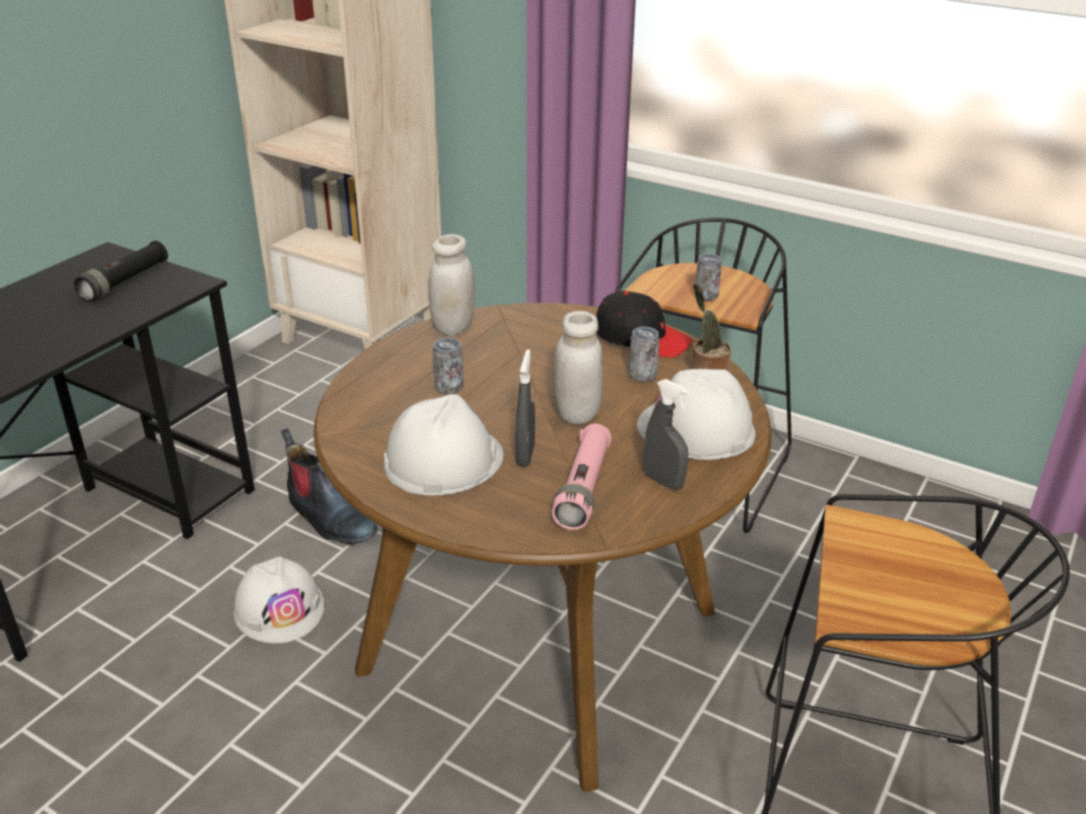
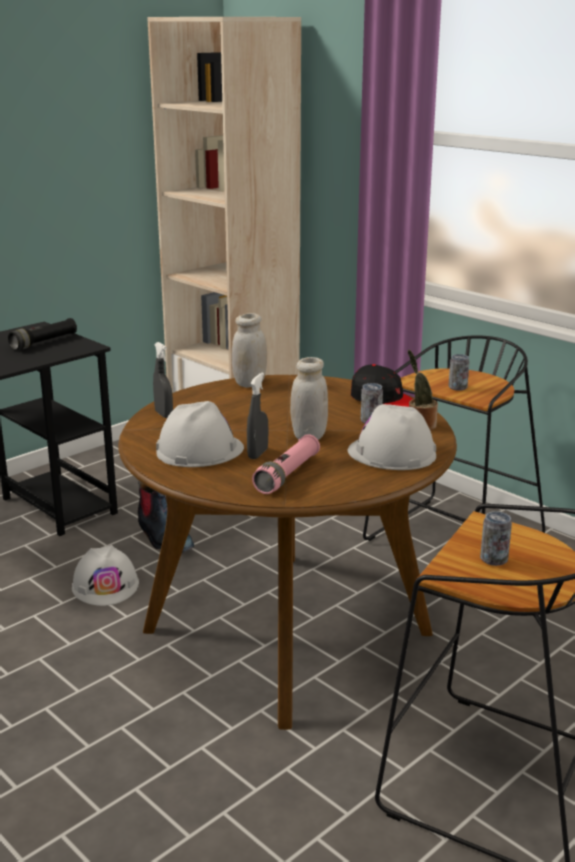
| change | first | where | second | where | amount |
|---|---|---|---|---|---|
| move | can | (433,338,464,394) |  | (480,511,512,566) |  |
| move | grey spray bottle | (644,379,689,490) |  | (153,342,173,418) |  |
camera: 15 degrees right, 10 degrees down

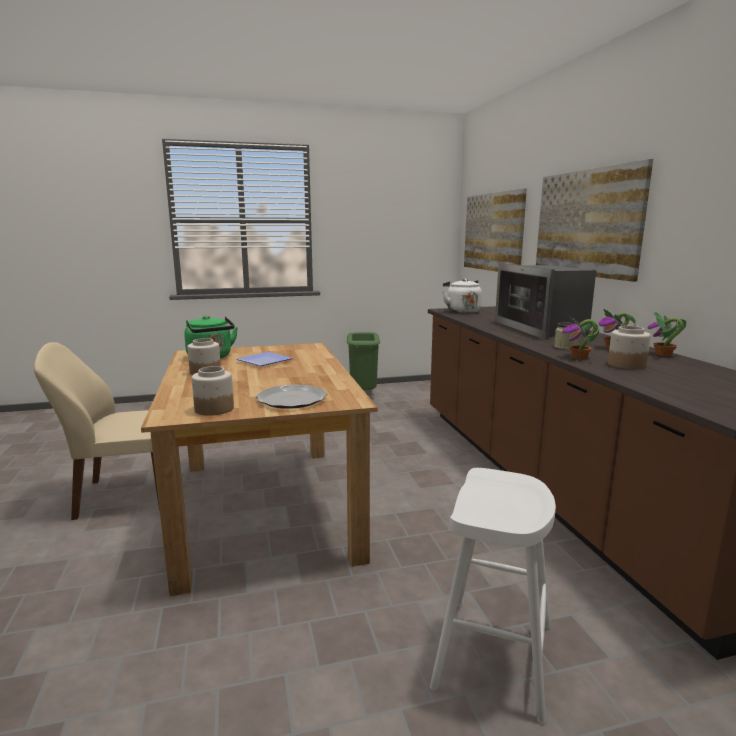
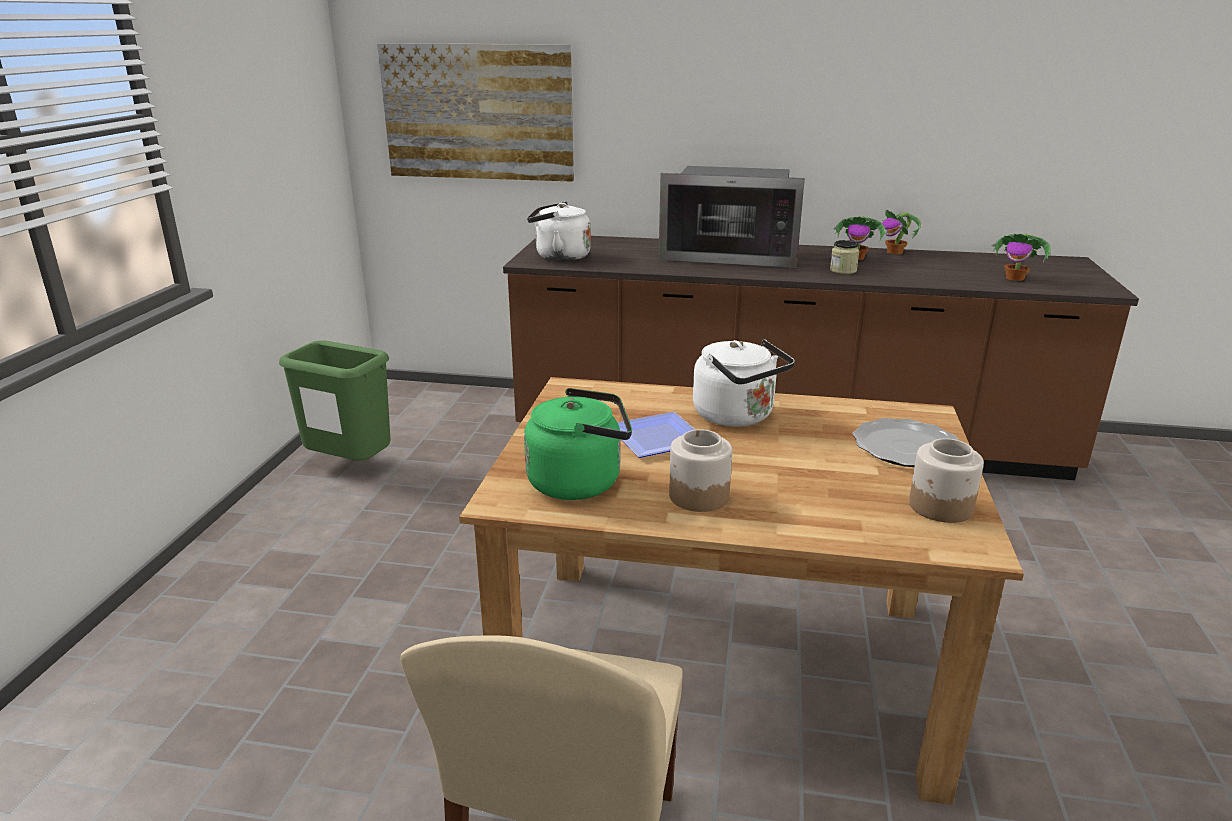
| change | first | where | second | where | amount |
|---|---|---|---|---|---|
| delete | white stool | (430,468,556,724) |  |  |  |
| delete | picture | (536,159,653,282) |  |  |  |
| move | potted plant | (563,315,599,359) |  | (991,234,1051,281) |  |
| delete | jar | (608,326,651,370) |  |  |  |
| insert |  |  | white kettle | (693,339,795,427) |  |
camera: 65 degrees left, 10 degrees up

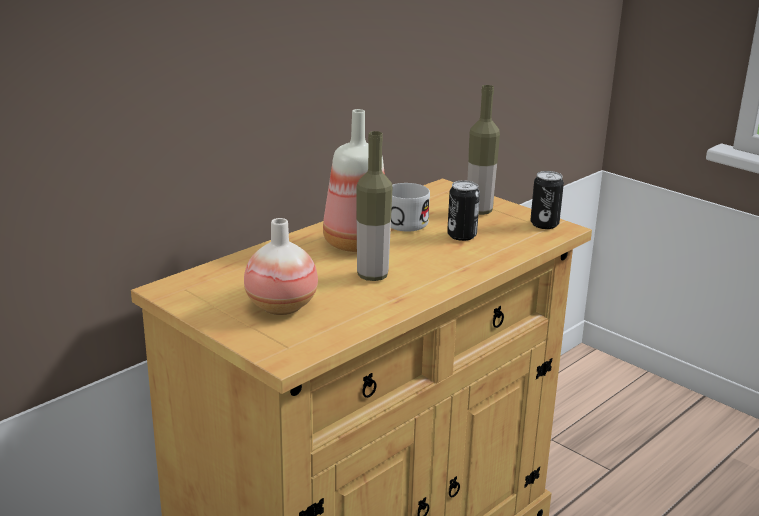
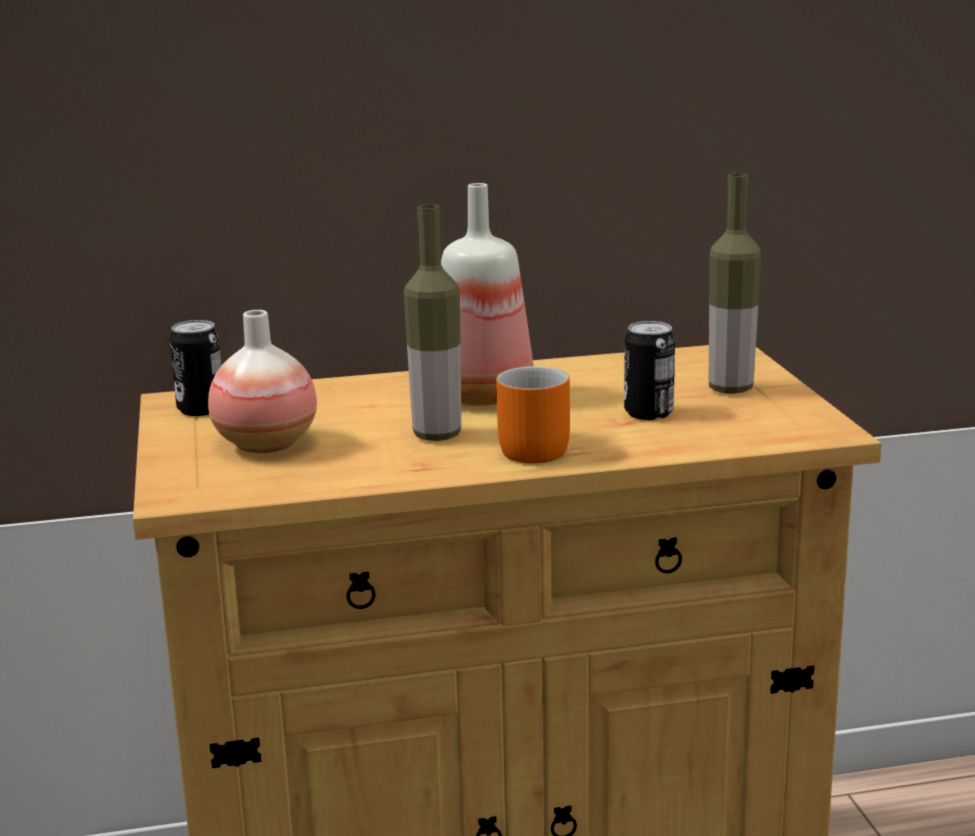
| change | first | where | second | where | amount |
|---|---|---|---|---|---|
| delete | white mug | (391,183,430,232) |  |  |  |
| move | can | (530,171,564,229) |  | (169,320,222,416) |  |
| insert |  |  | orange mug | (496,366,570,463) |  |
camera: 35 degrees right, 5 degrees down

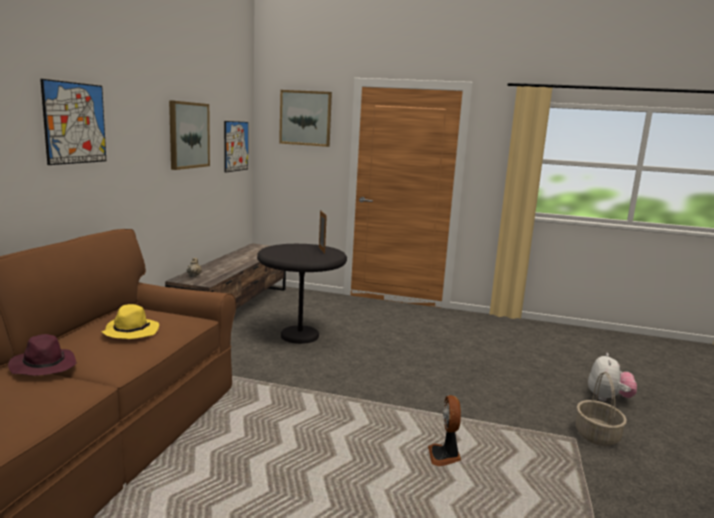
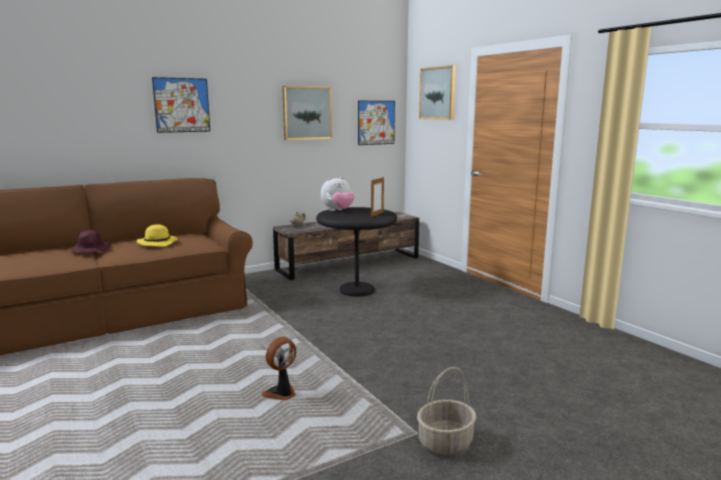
| change | first | where | second | where | amount |
|---|---|---|---|---|---|
| move | plush toy | (588,353,637,401) |  | (321,177,354,211) |  |
camera: 45 degrees right, 0 degrees up

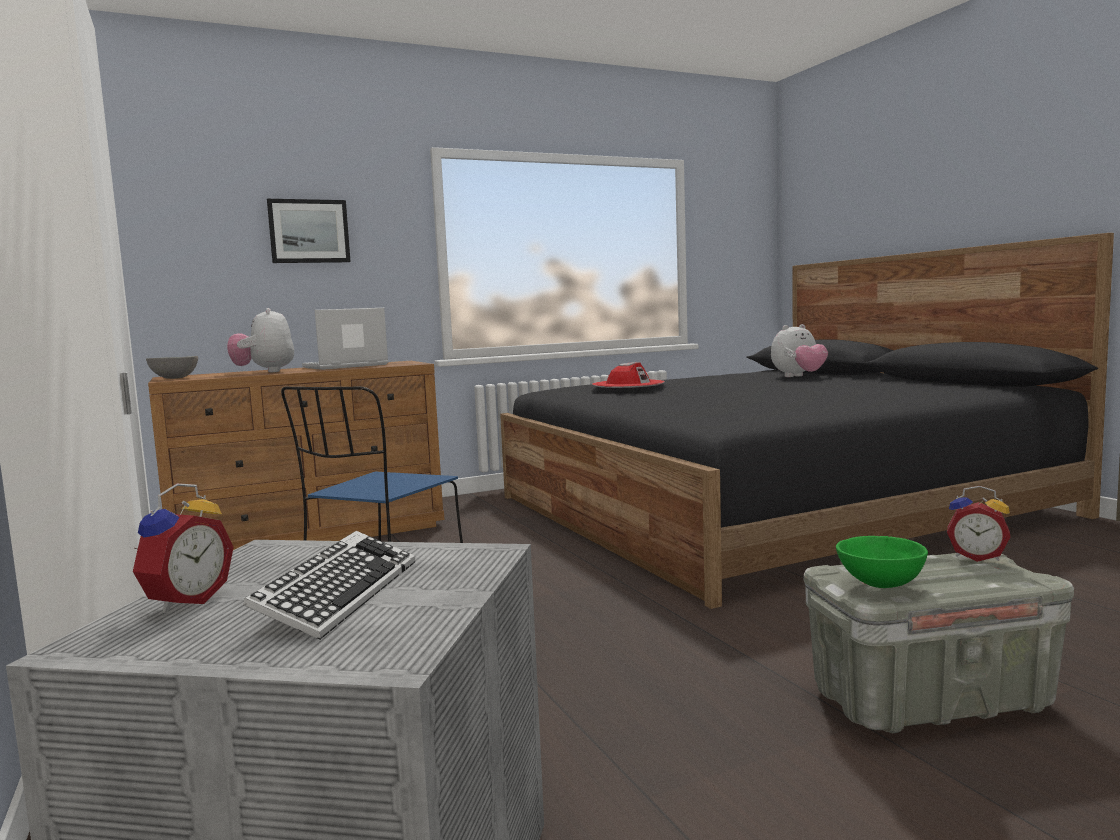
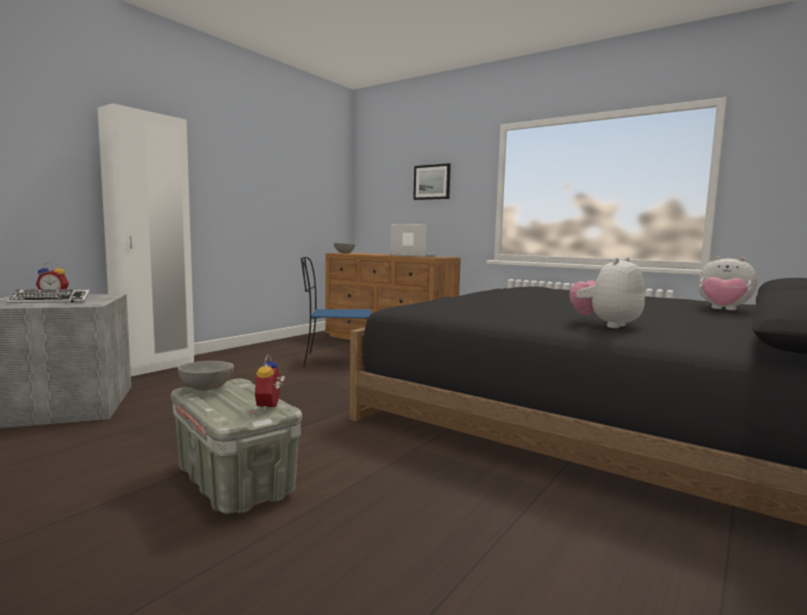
| change | first | where | second | where | amount |
|---|---|---|---|---|---|
| move | plush toy | (227,308,294,372) |  | (570,257,645,328) |  |
| delete | red hat | (592,362,665,388) |  |  |  |
| recolor | green bowl | (836,536,928,588) | grey bowl | (178,361,234,391) |  |
camera: 60 degrees right, 0 degrees up

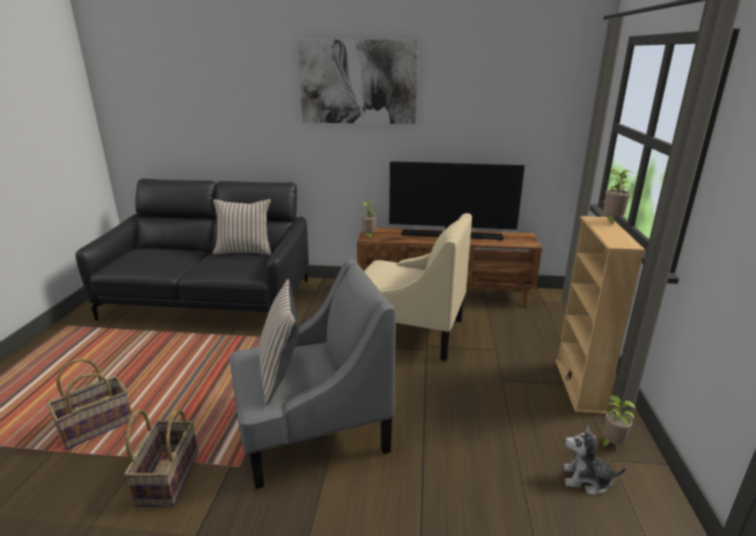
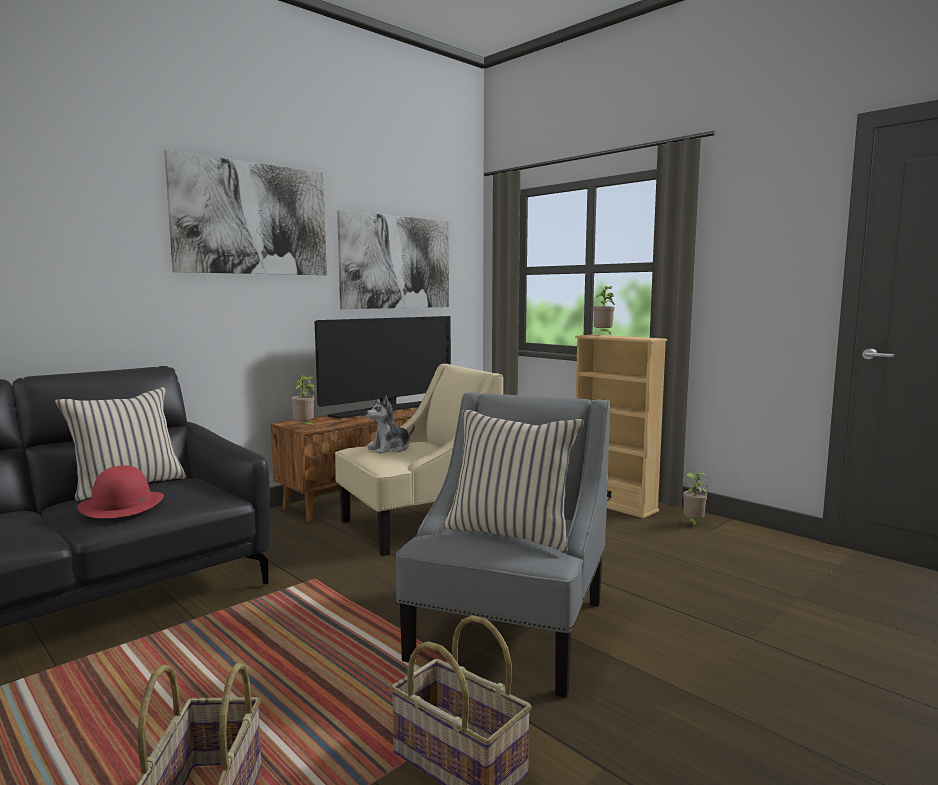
| change | first | where | second | where | amount |
|---|---|---|---|---|---|
| move | plush toy | (563,424,626,495) |  | (366,395,415,454) |  |
| insert |  |  | red hat | (77,465,164,518) |  |
| insert |  |  | picture | (337,210,449,309) |  |
camera: 50 degrees left, 15 degrees down

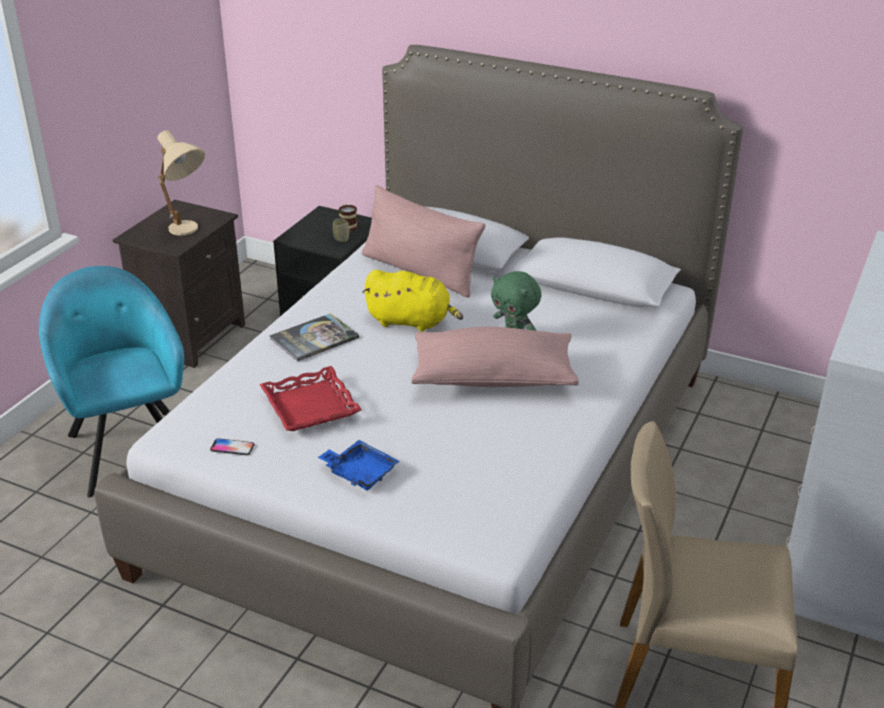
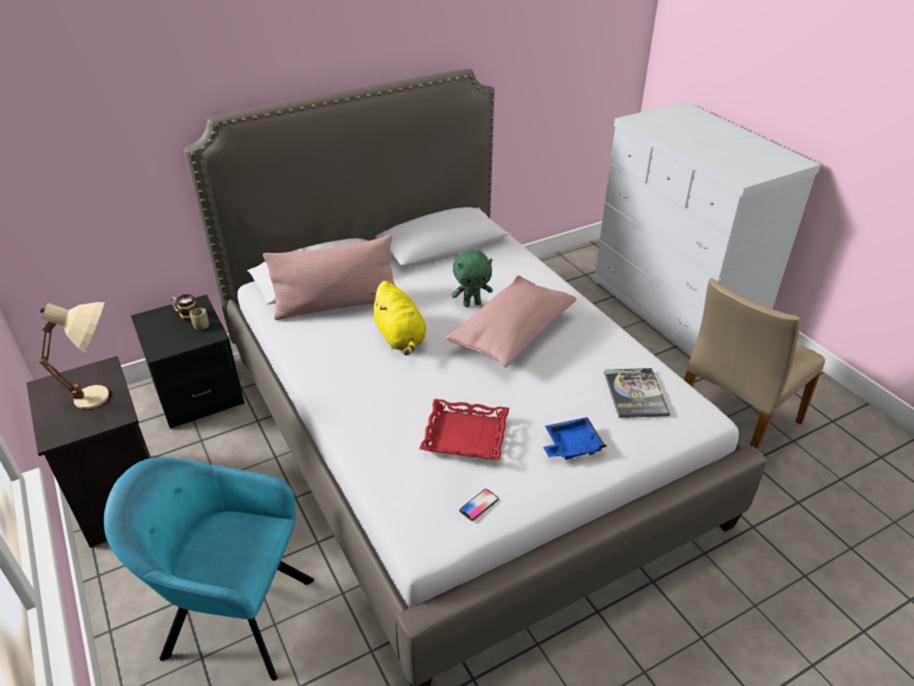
| change | first | where | second | where | amount |
|---|---|---|---|---|---|
| move | book | (269,313,359,362) |  | (604,368,670,418) |  |
| rotate | yellow plush toy | (362,270,463,332) |  | (370,281,426,356) | 105 degrees clockwise |
camera: 55 degrees left, 5 degrees up

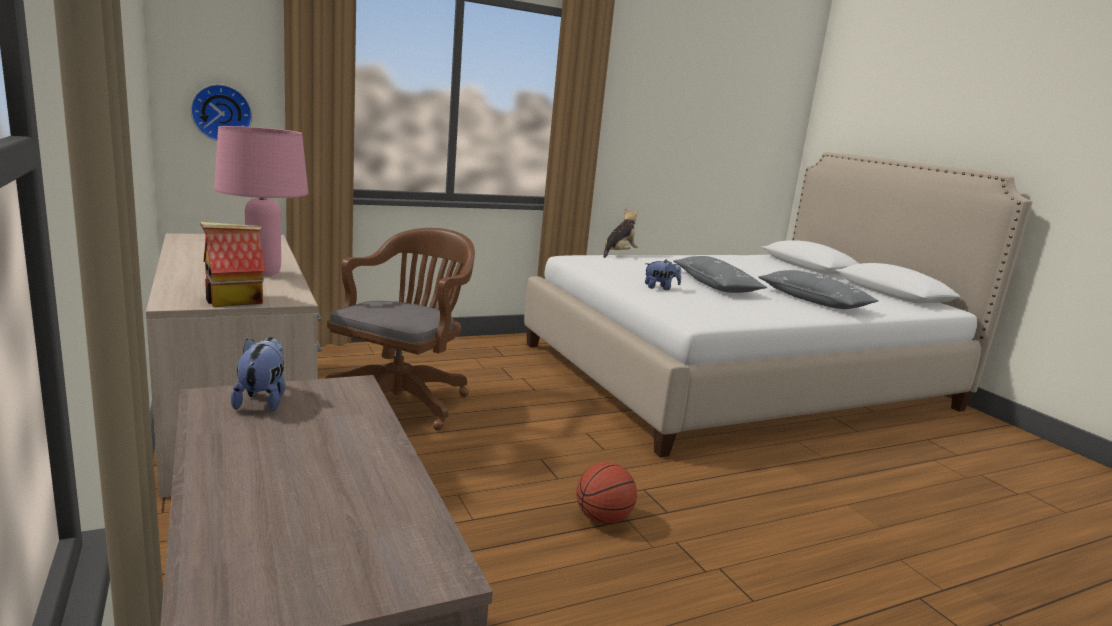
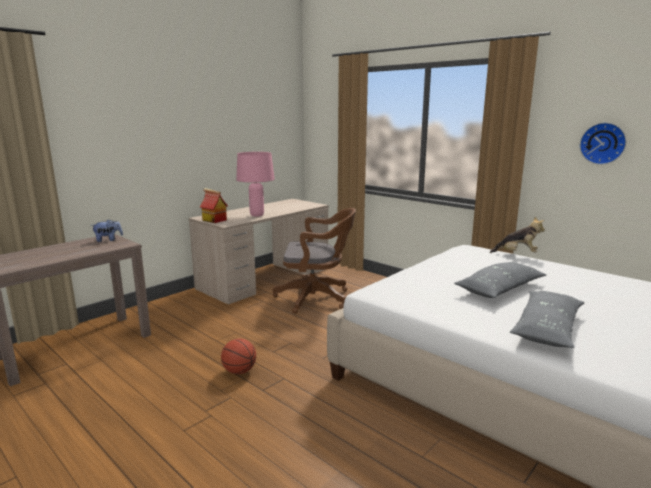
| change | first | where | second | where | amount |
|---|---|---|---|---|---|
| move | wall clock | (190,84,252,141) |  | (580,123,626,165) |  |
| delete | plush toy | (645,260,681,290) |  |  |  |
camera: 70 degrees right, 0 degrees up

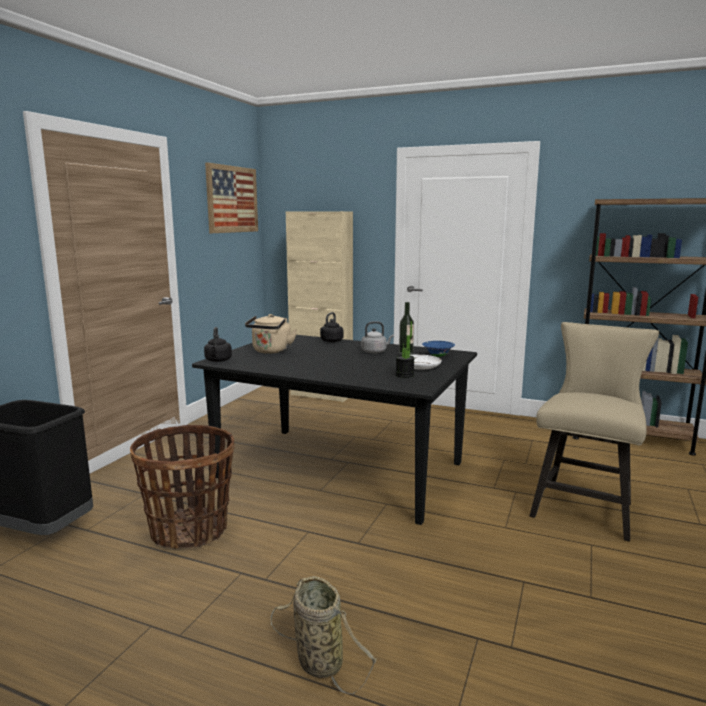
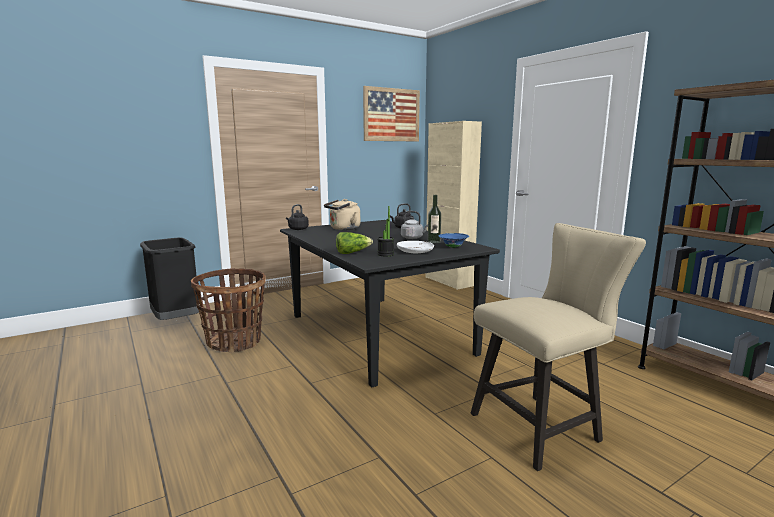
| change | first | where | second | where | amount |
|---|---|---|---|---|---|
| delete | basket | (271,576,377,694) |  |  |  |
| insert |  |  | lettuce | (336,232,373,254) |  |
camera: 35 degrees right, 0 degrees up

